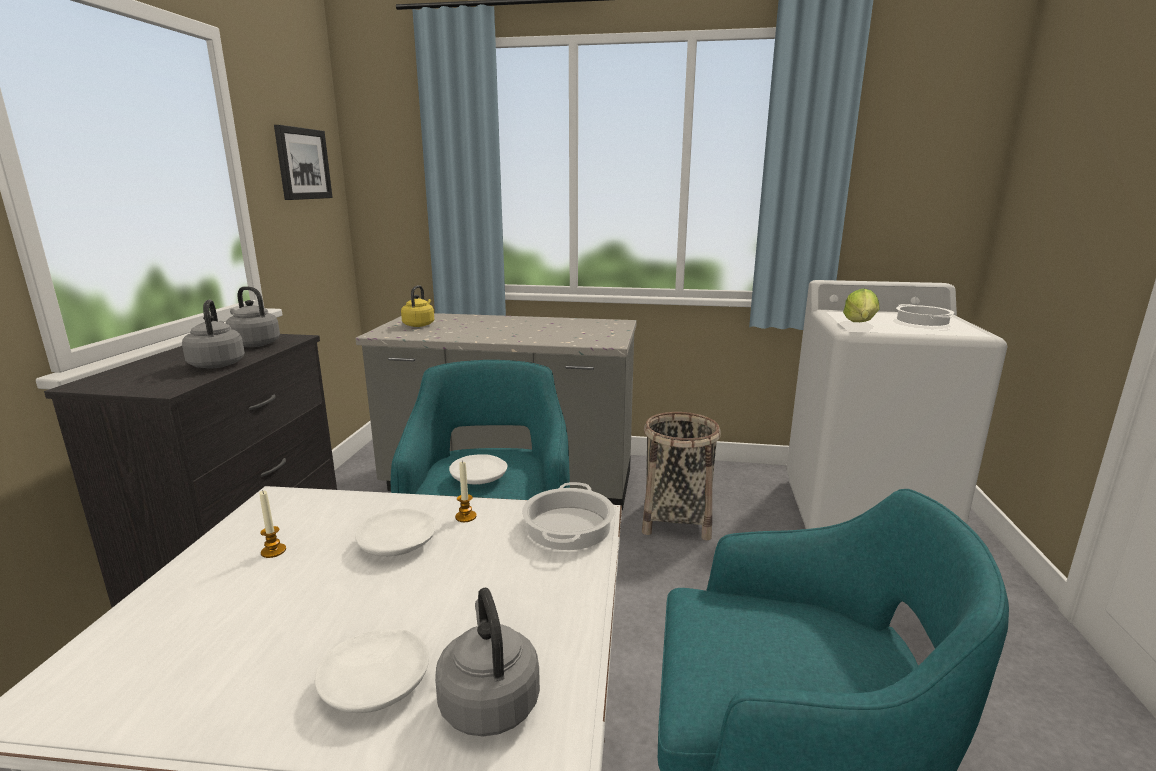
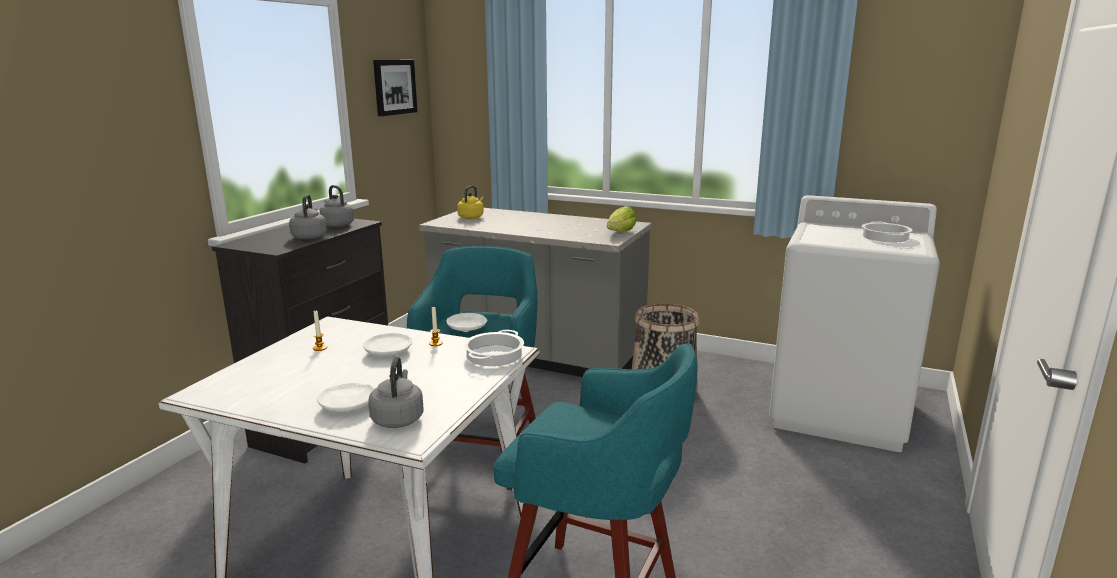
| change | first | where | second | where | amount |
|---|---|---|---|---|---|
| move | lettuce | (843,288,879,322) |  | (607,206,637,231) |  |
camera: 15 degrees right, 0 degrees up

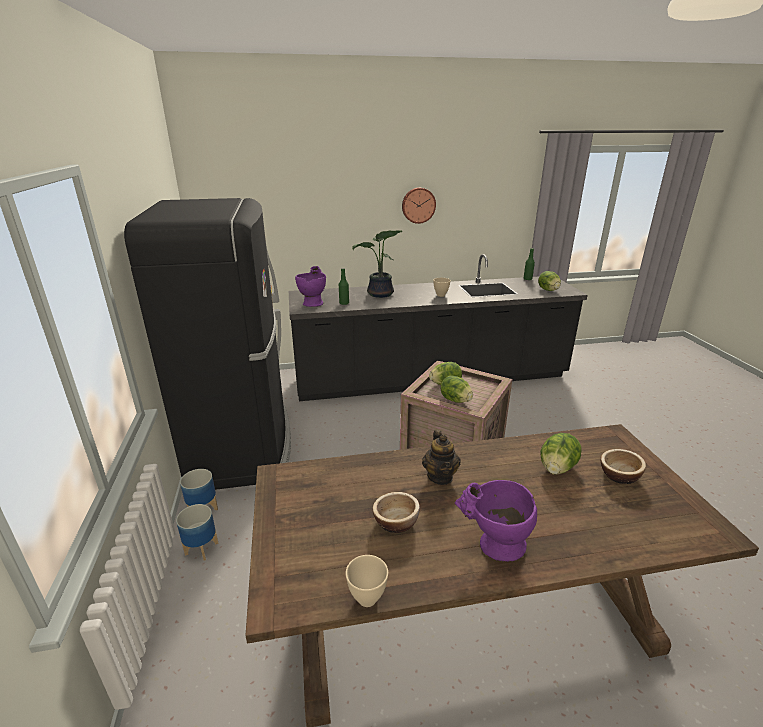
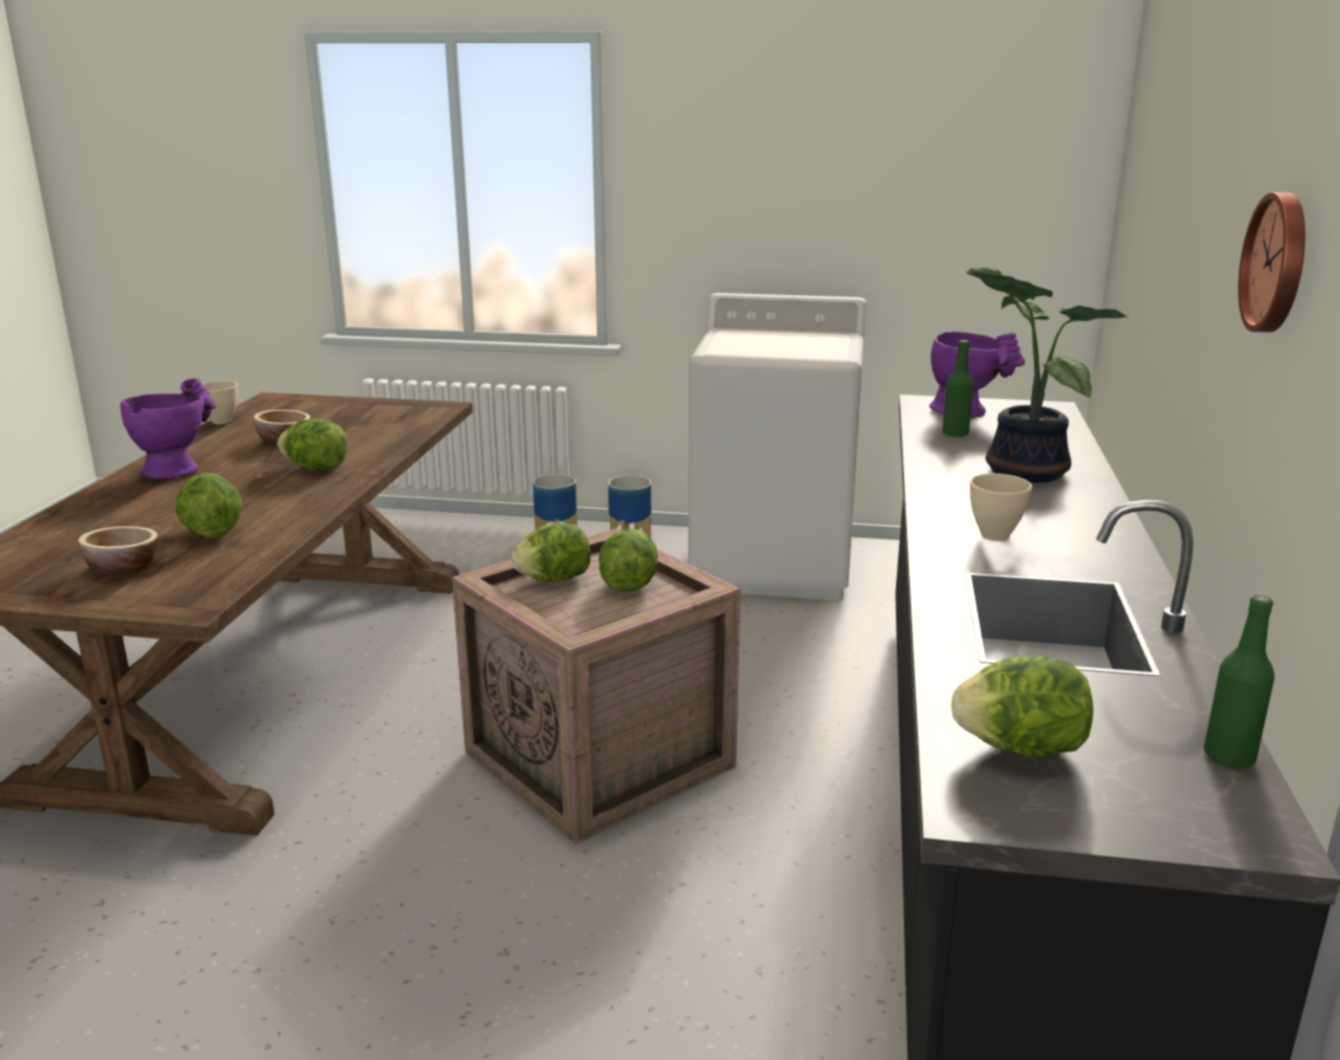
| change | first | where | second | where | amount |
|---|---|---|---|---|---|
| replace | black fridge | (124,198,291,490) | white washing machine | (688,293,866,601) |  |
| replace | teapot | (422,430,461,485) | lettuce | (277,419,348,471) |  |
camera: 110 degrees right, 5 degrees down

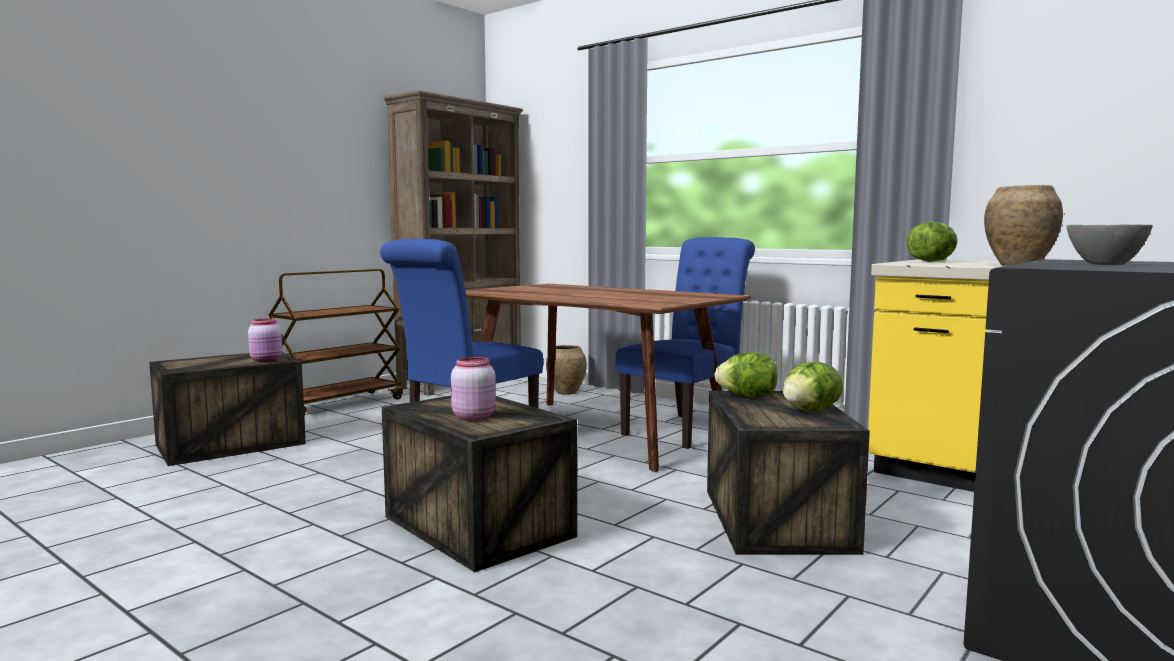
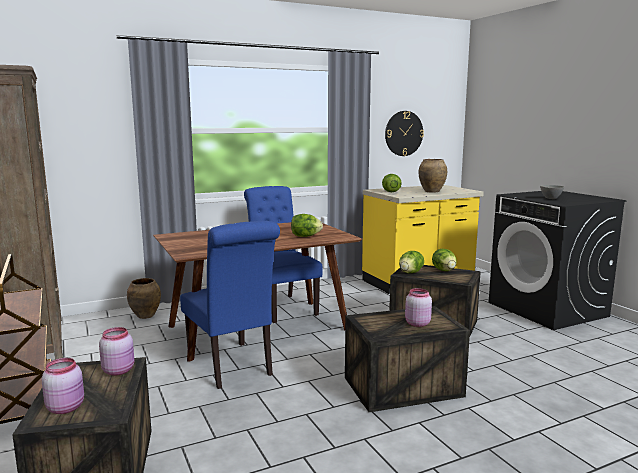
| change | first | where | second | where | amount |
|---|---|---|---|---|---|
| insert |  |  | pink jar | (41,358,84,414) |  |
| insert |  |  | lettuce | (291,214,323,237) |  |
| insert |  |  | wall clock | (385,111,424,156) |  |
camera: 65 degrees left, 5 degrees up

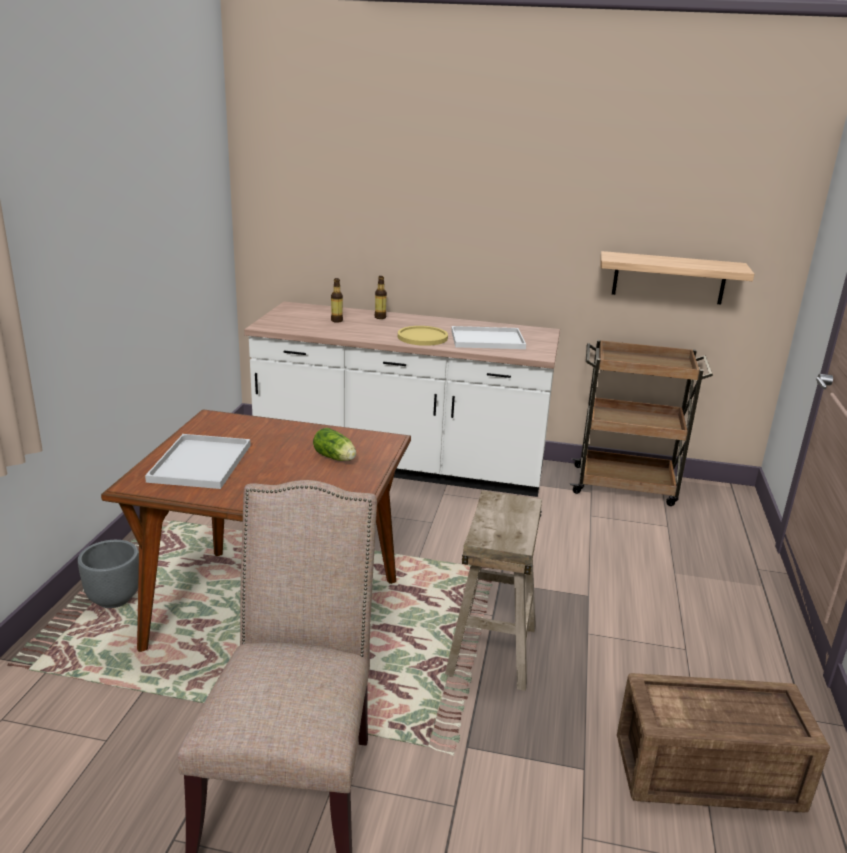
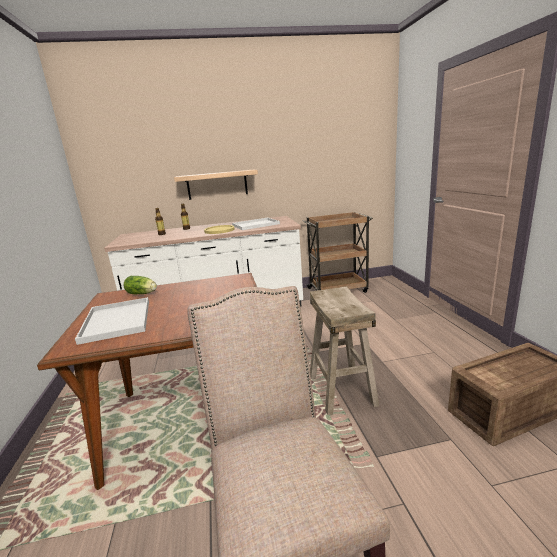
| change | first | where | second | where | amount |
|---|---|---|---|---|---|
| delete | grey planter | (78,540,139,608) |  |  |  |
| move | lettuce | (313,428,356,461) |  | (124,276,157,294) |  |
| move | shelf | (600,251,754,304) |  | (174,170,258,200) |  |
camera: 20 degrees left, 5 degrees down

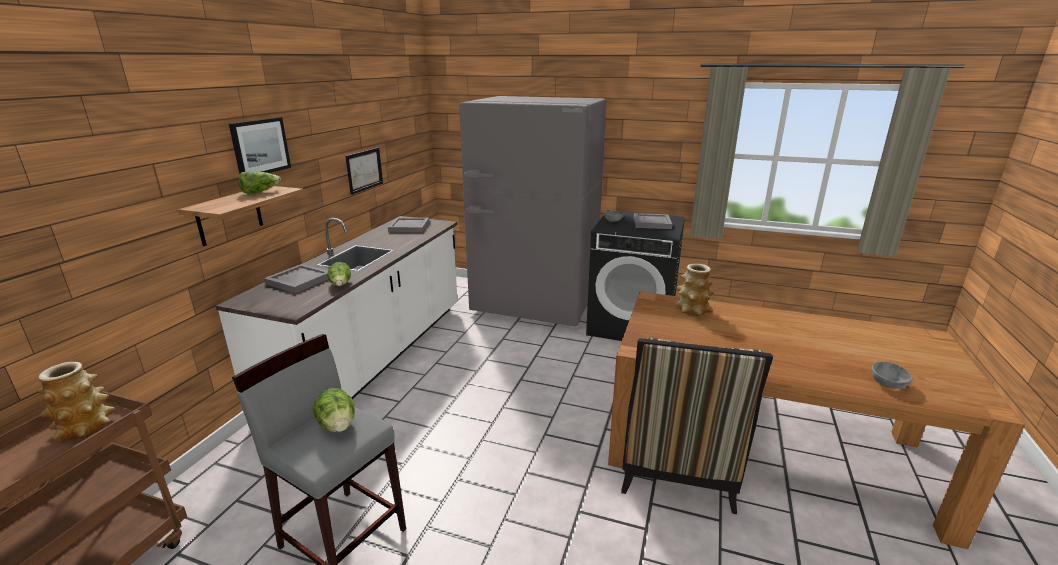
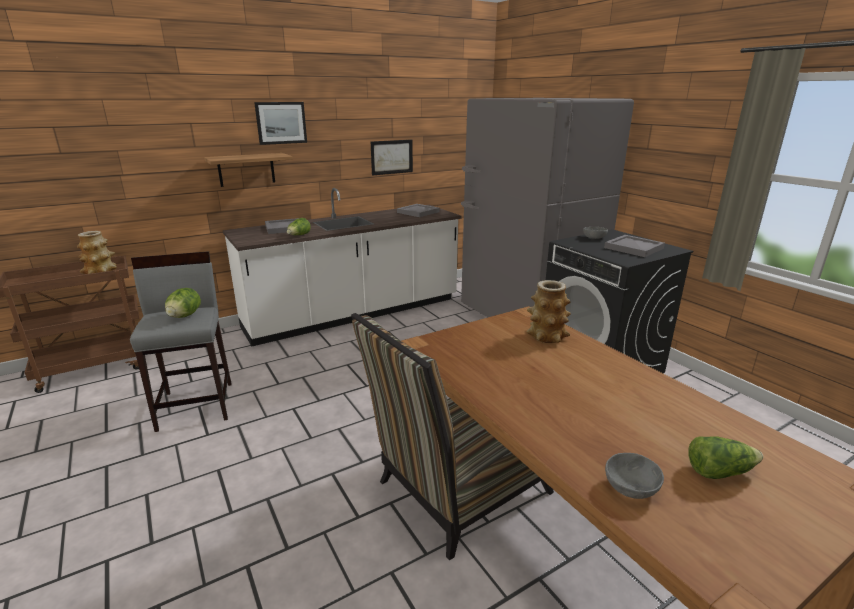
| change | first | where | second | where | amount |
|---|---|---|---|---|---|
| move | lettuce | (238,171,281,194) |  | (688,436,763,479) |  |
camera: 40 degrees right, 0 degrees up

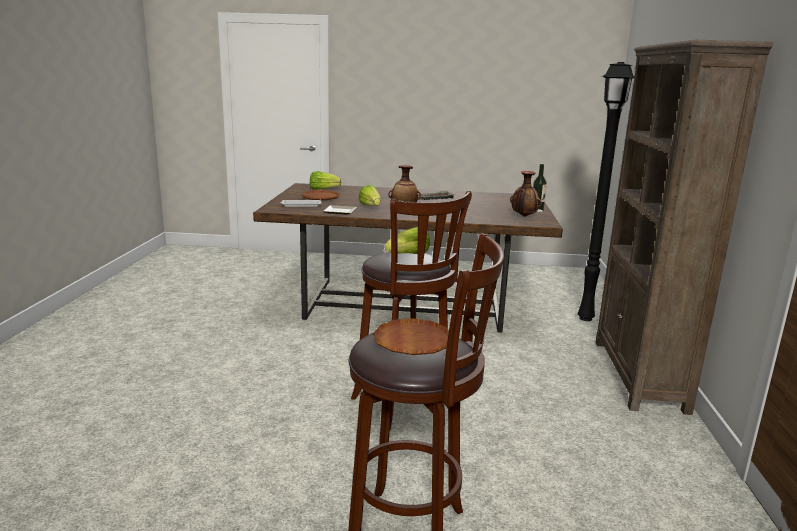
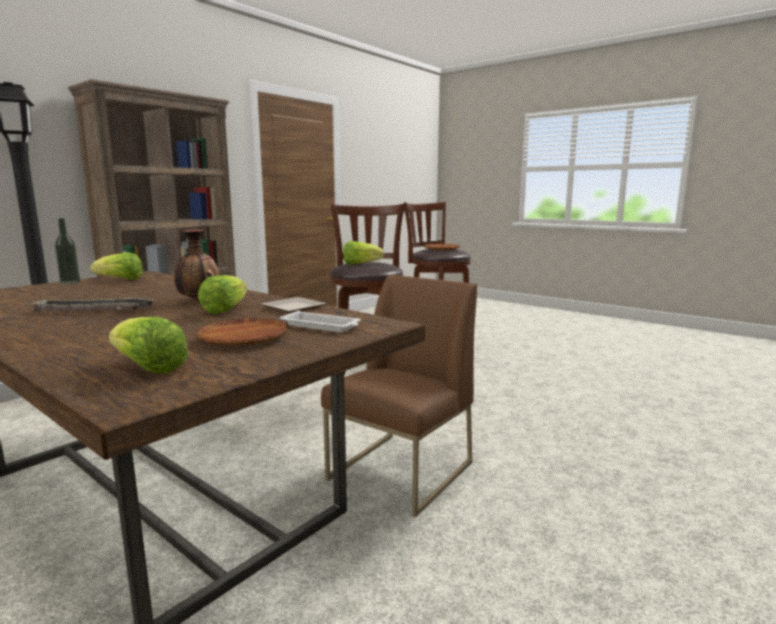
| change | first | where | second | where | amount |
|---|---|---|---|---|---|
| replace | vase | (510,171,542,217) | lettuce | (91,252,143,280) |  |
| insert |  |  | brown chair | (321,275,477,517) |  |
camera: 145 degrees left, 5 degrees down

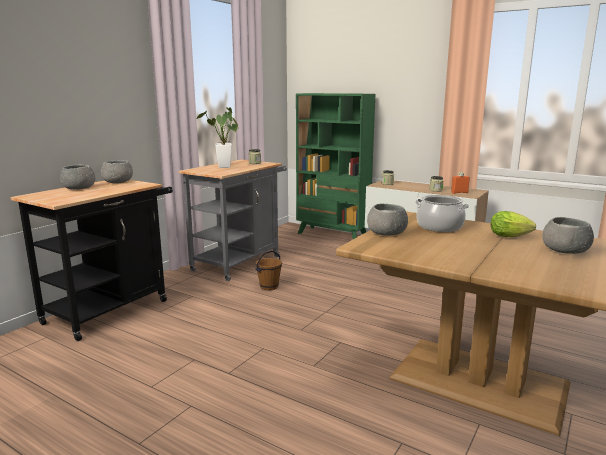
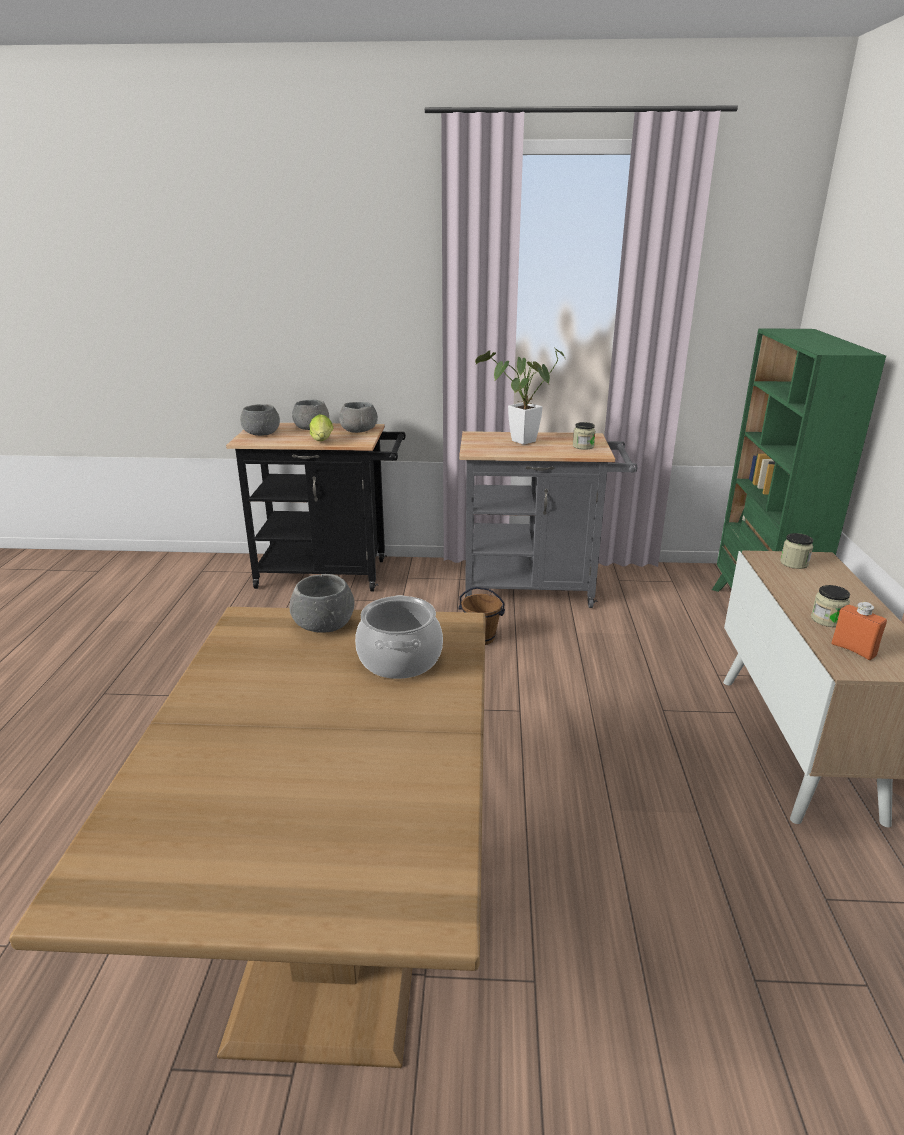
| change | first | where | second | where | amount |
|---|---|---|---|---|---|
| move | lettuce | (491,211,536,237) |  | (310,414,333,441) |  |
| move | grey bowl | (542,217,594,254) |  | (240,404,280,436) |  |
camera: 60 degrees right, 10 degrees up

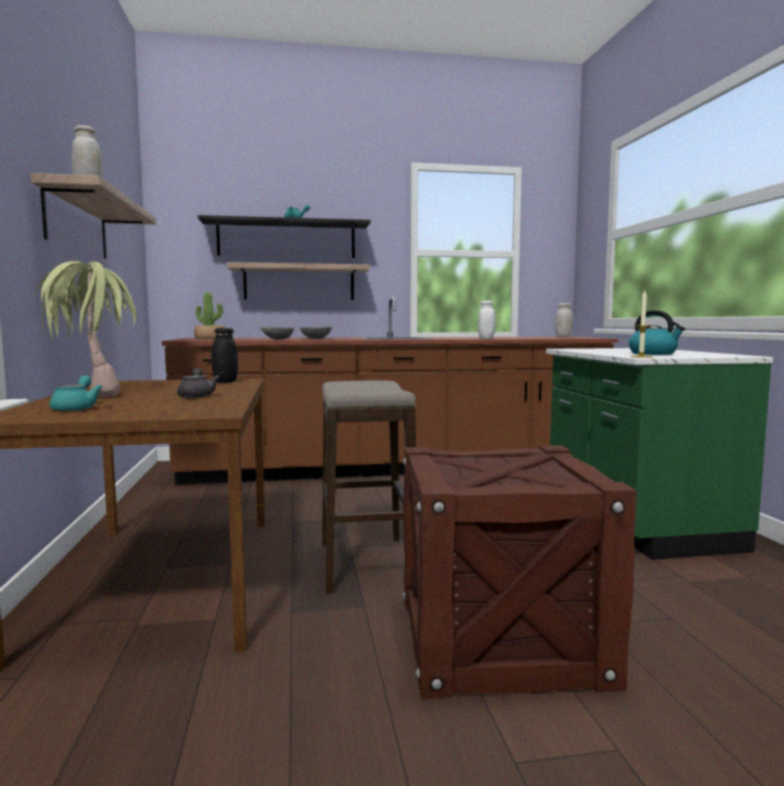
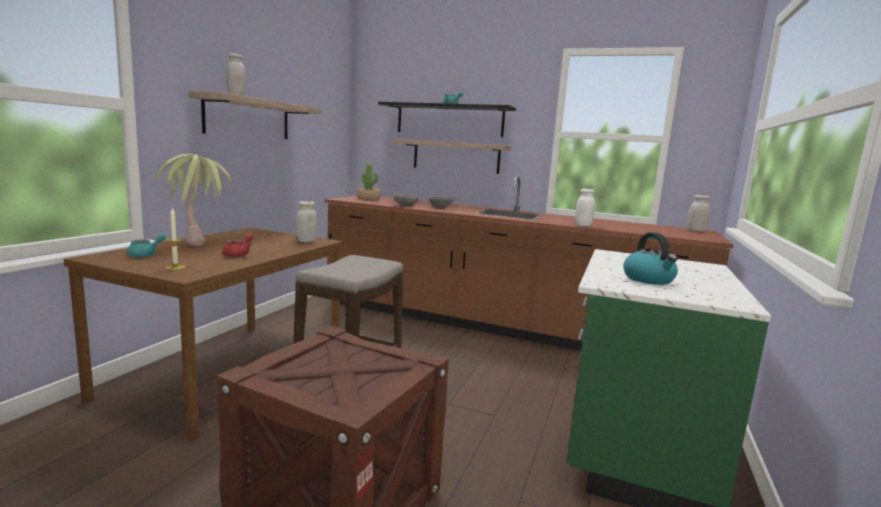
| change | first | where | second | where | amount |
|---|---|---|---|---|---|
| recolor | grey teapot | (177,368,220,398) | red teapot | (222,234,253,257) |  |
| recolor | black jar | (211,328,238,383) | white jar | (295,201,317,242) |  |
| move | candle | (630,291,652,358) |  | (165,208,186,270) |  |
camera: 30 degrees right, 5 degrees up

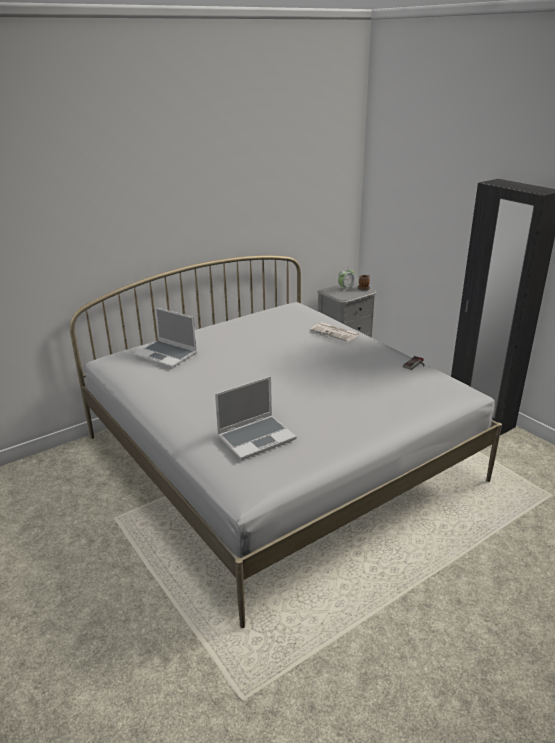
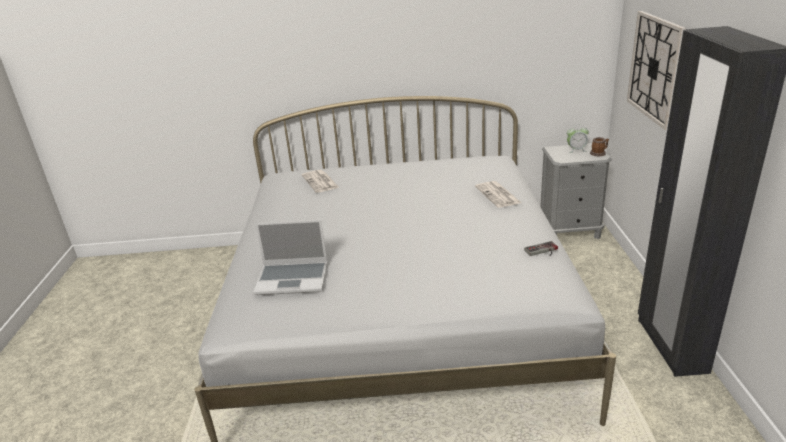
| change | first | where | second | where | amount |
|---|---|---|---|---|---|
| replace | laptop | (134,307,197,368) | newspaper | (302,170,339,193) |  |
| insert |  |  | wall clock | (627,11,686,130) |  |
camera: 35 degrees right, 0 degrees up

